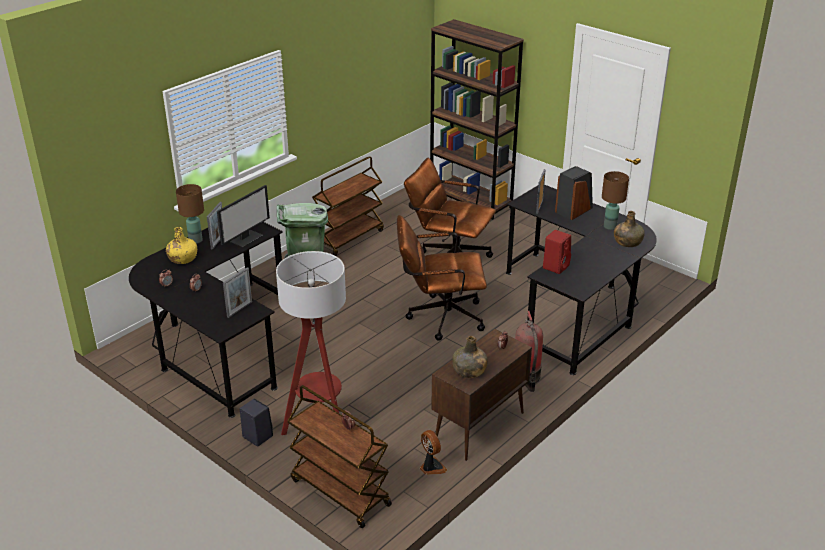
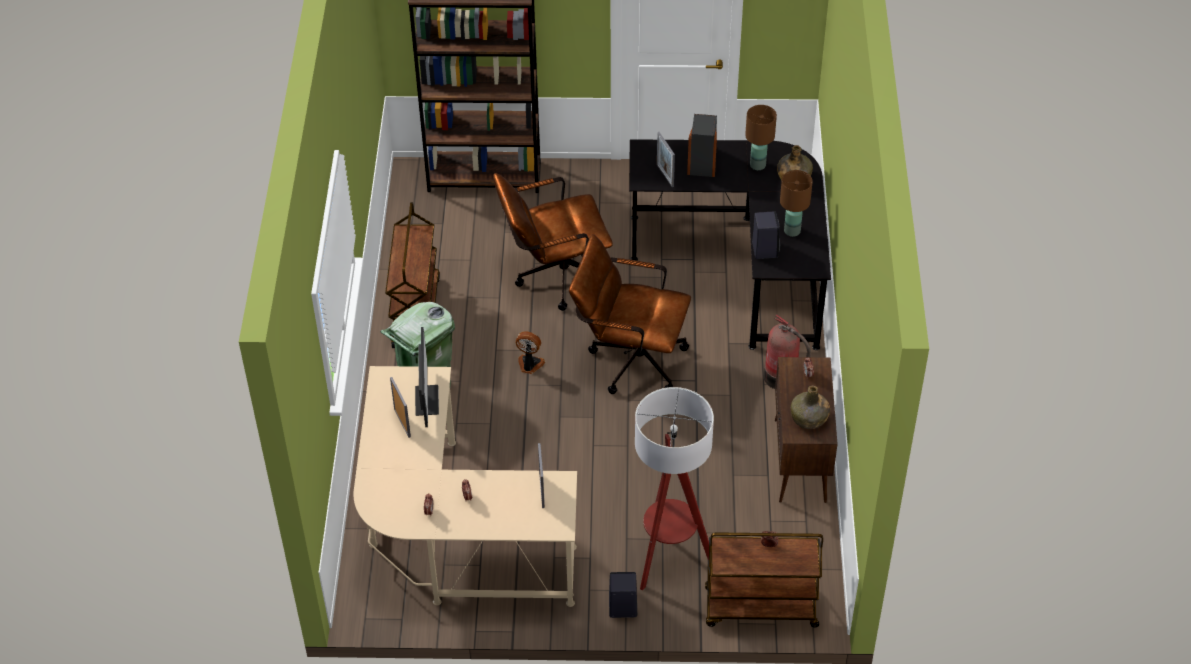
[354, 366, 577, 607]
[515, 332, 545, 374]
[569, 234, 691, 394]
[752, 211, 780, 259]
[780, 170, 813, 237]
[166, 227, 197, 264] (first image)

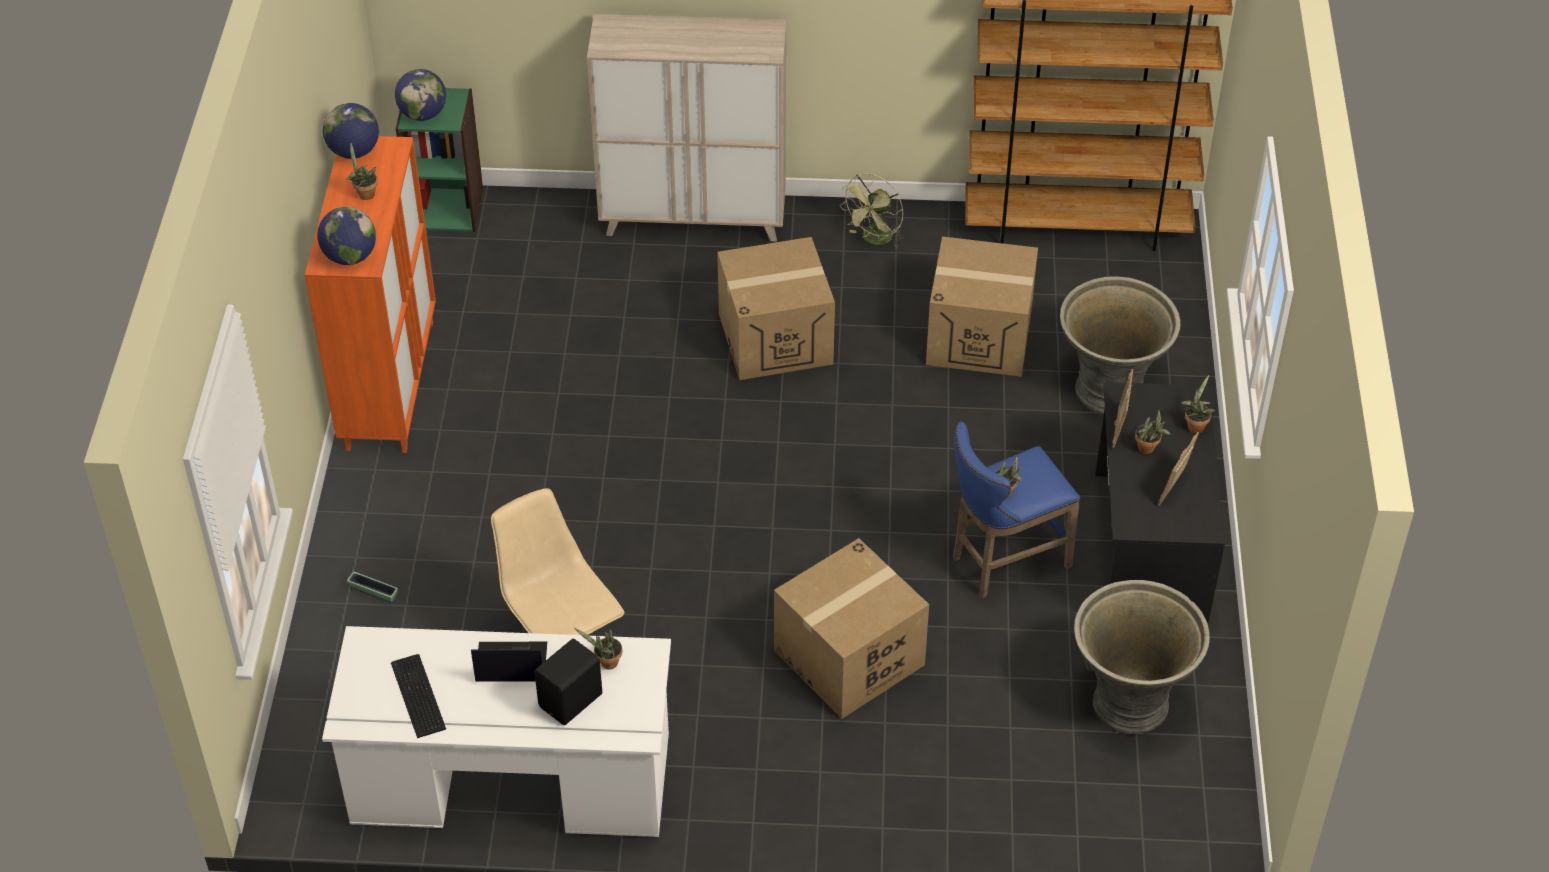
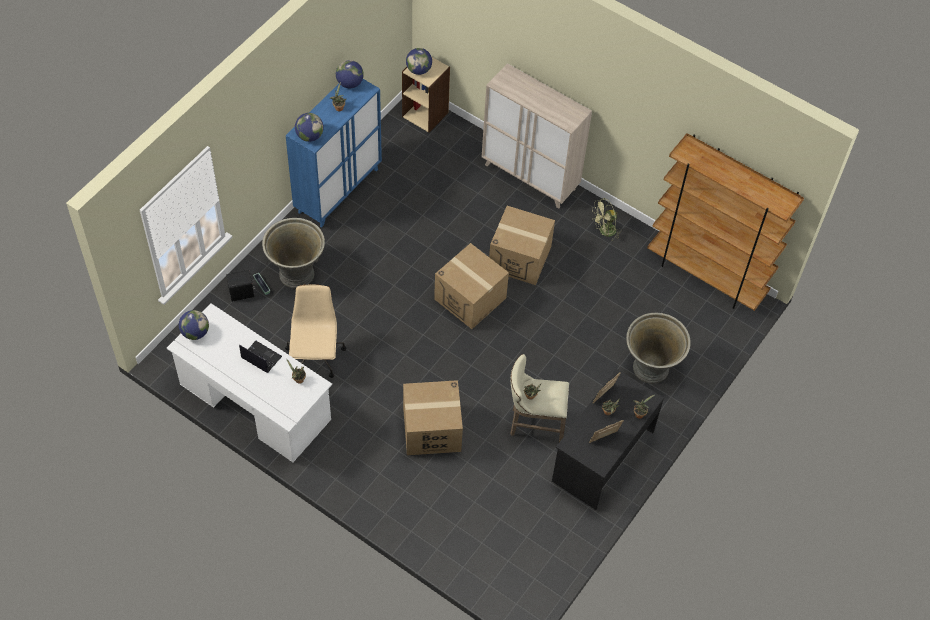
[179, 310, 209, 340]
[226, 270, 255, 302]
[262, 218, 325, 289]
[286, 79, 382, 228]
[402, 57, 450, 133]
[434, 243, 509, 329]
[510, 354, 569, 442]
[391, 654, 446, 738] (first image)

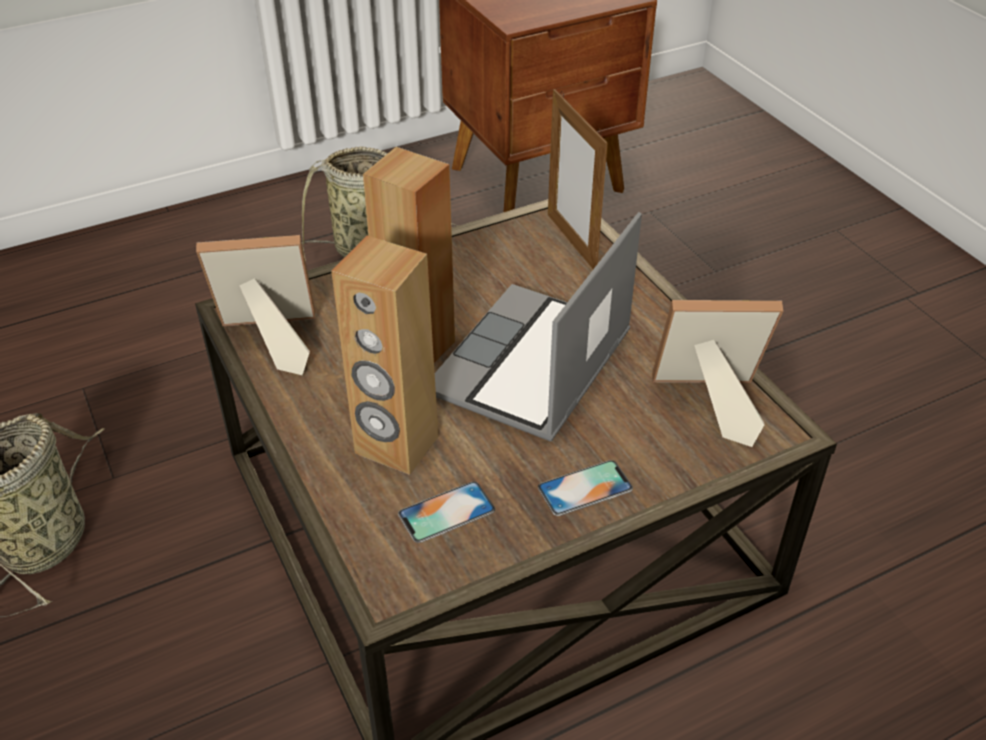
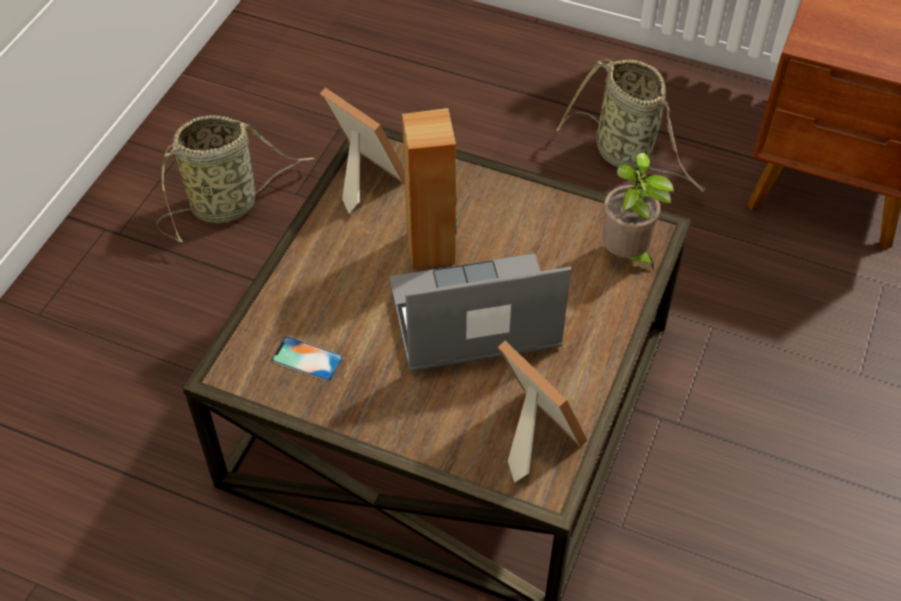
[603, 153, 674, 270]
[331, 235, 439, 475] (first image)
[538, 460, 633, 516] (first image)

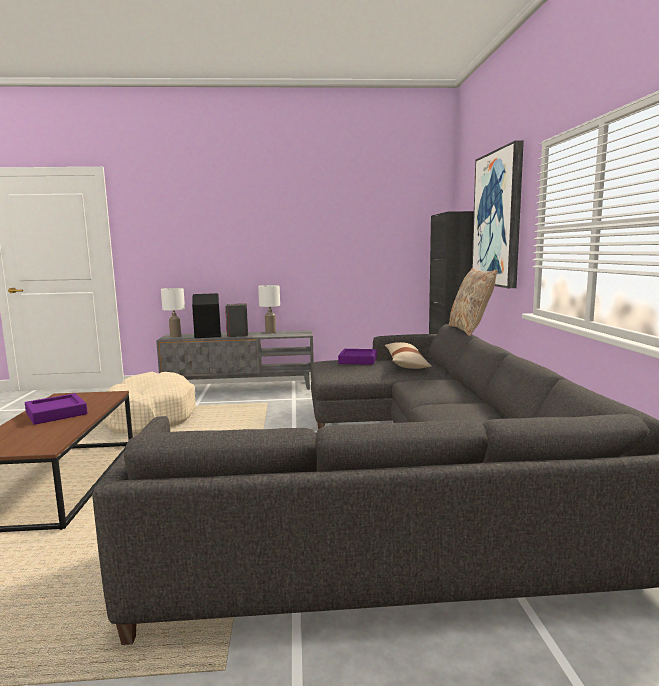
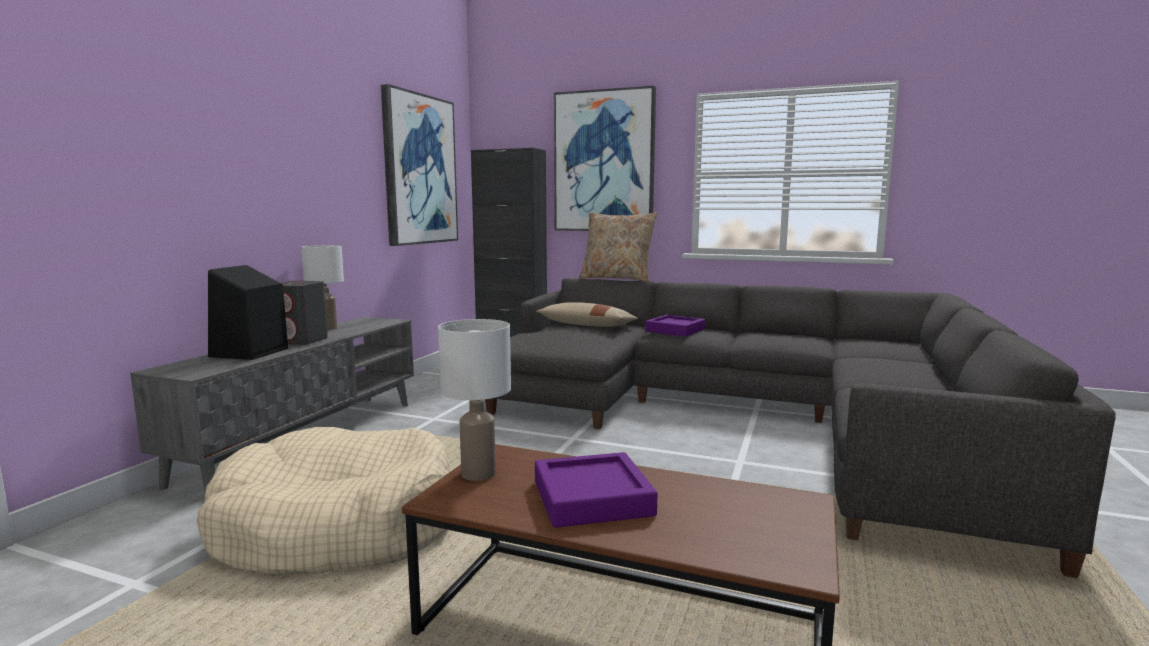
[381, 84, 458, 246]
[438, 319, 511, 481]
[645, 315, 705, 337]

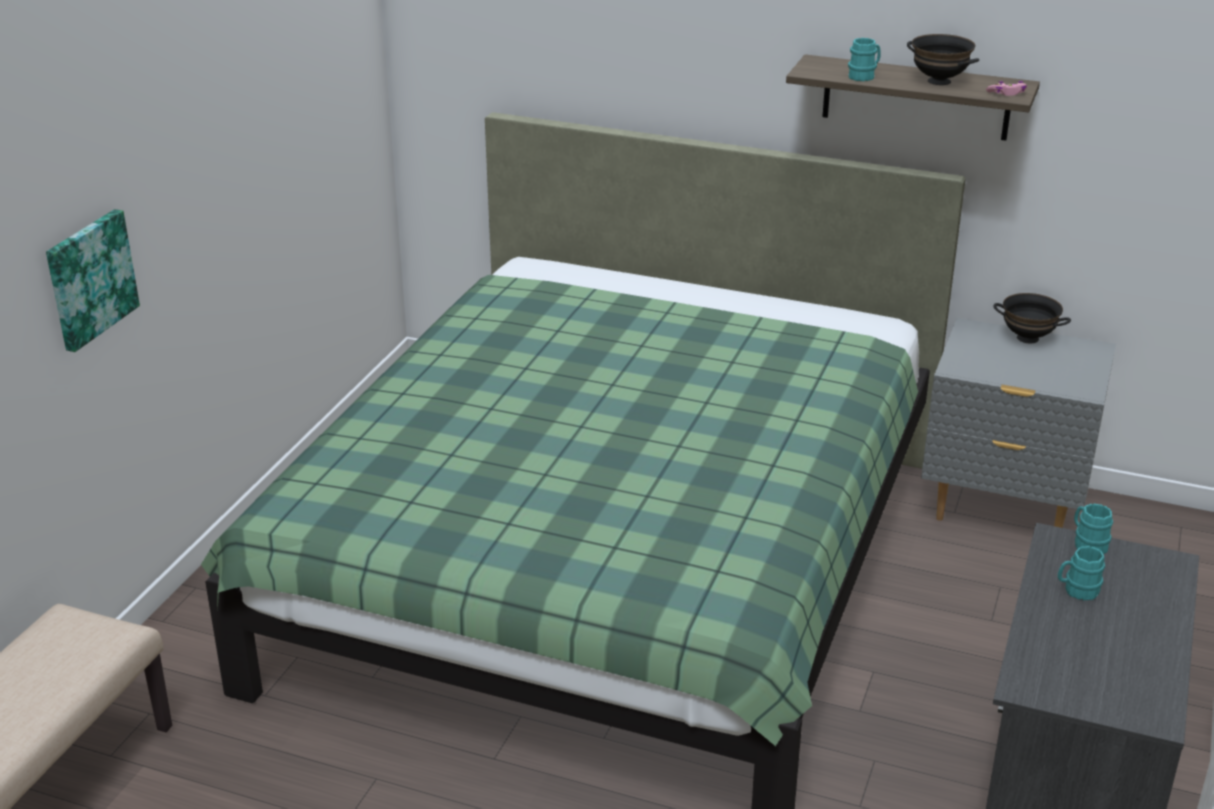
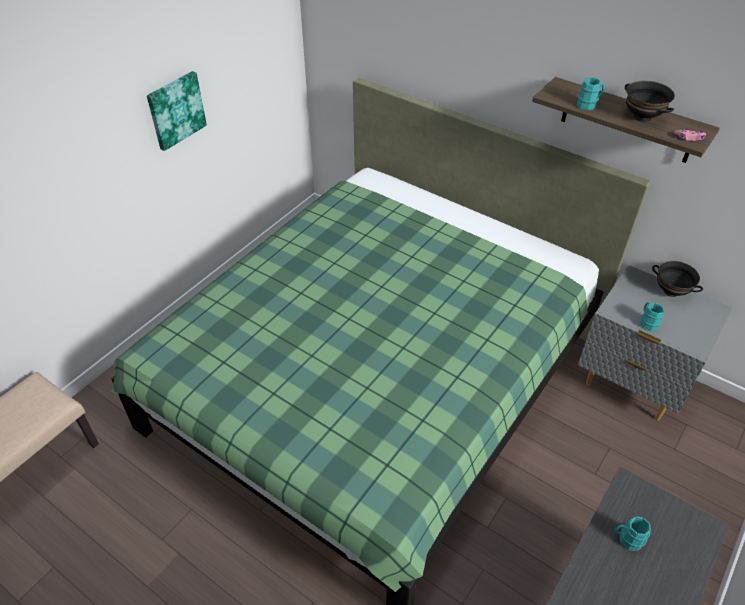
[147, 71, 207, 151]
[640, 302, 664, 331]

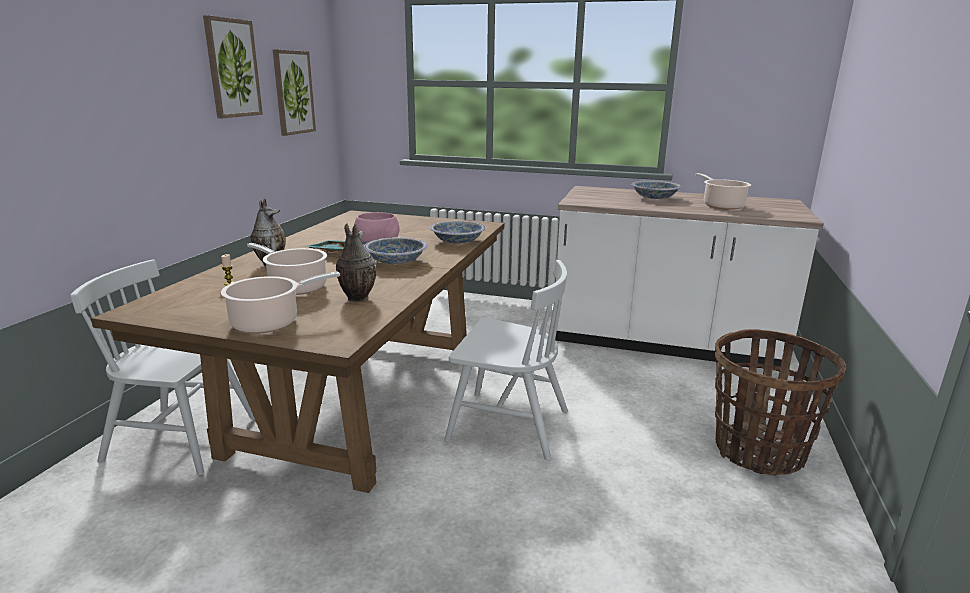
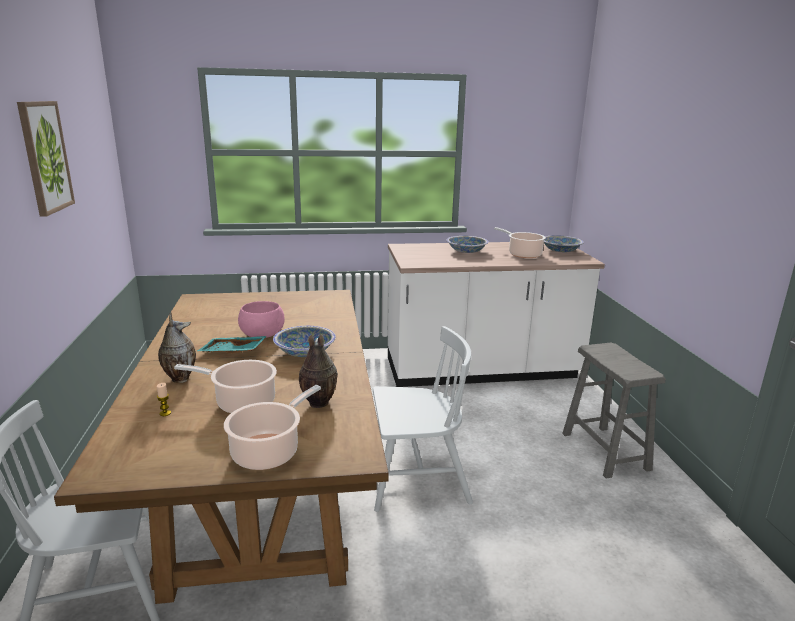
[544, 235, 584, 252]
[562, 343, 666, 478]
[273, 49, 316, 136] (first image)

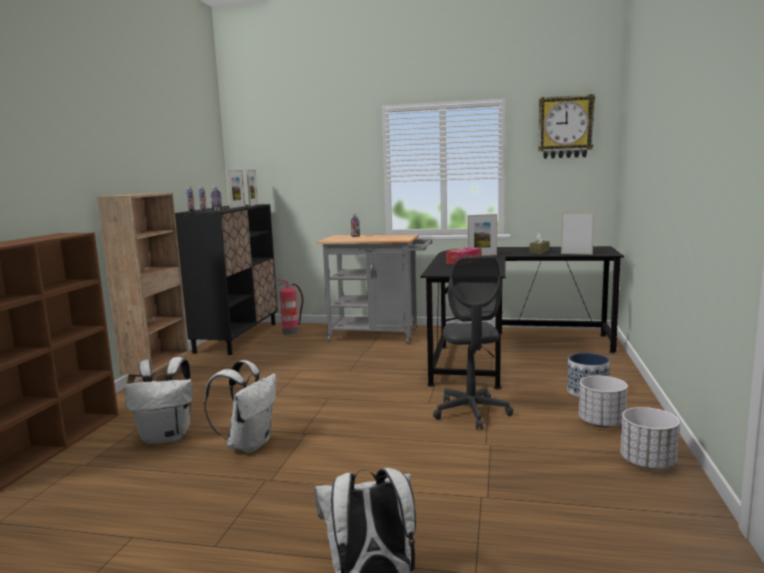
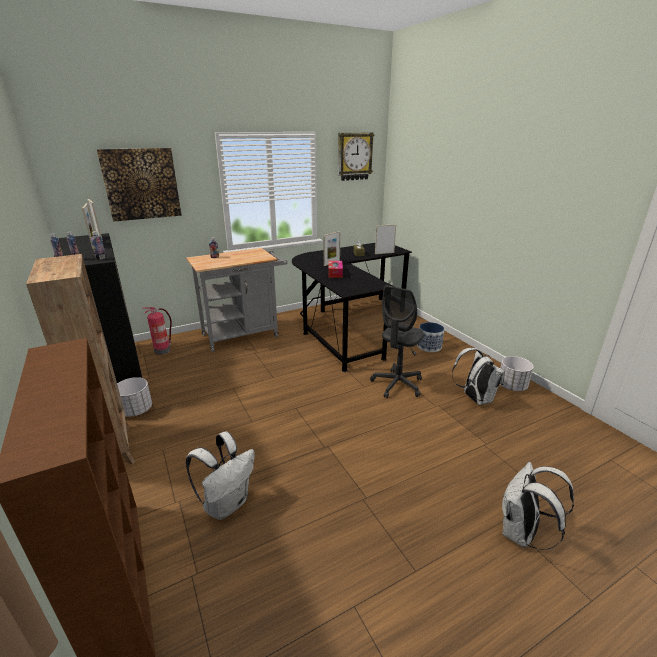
[97, 148, 182, 222]
[117, 377, 152, 417]
[370, 285, 424, 398]
[452, 348, 505, 405]

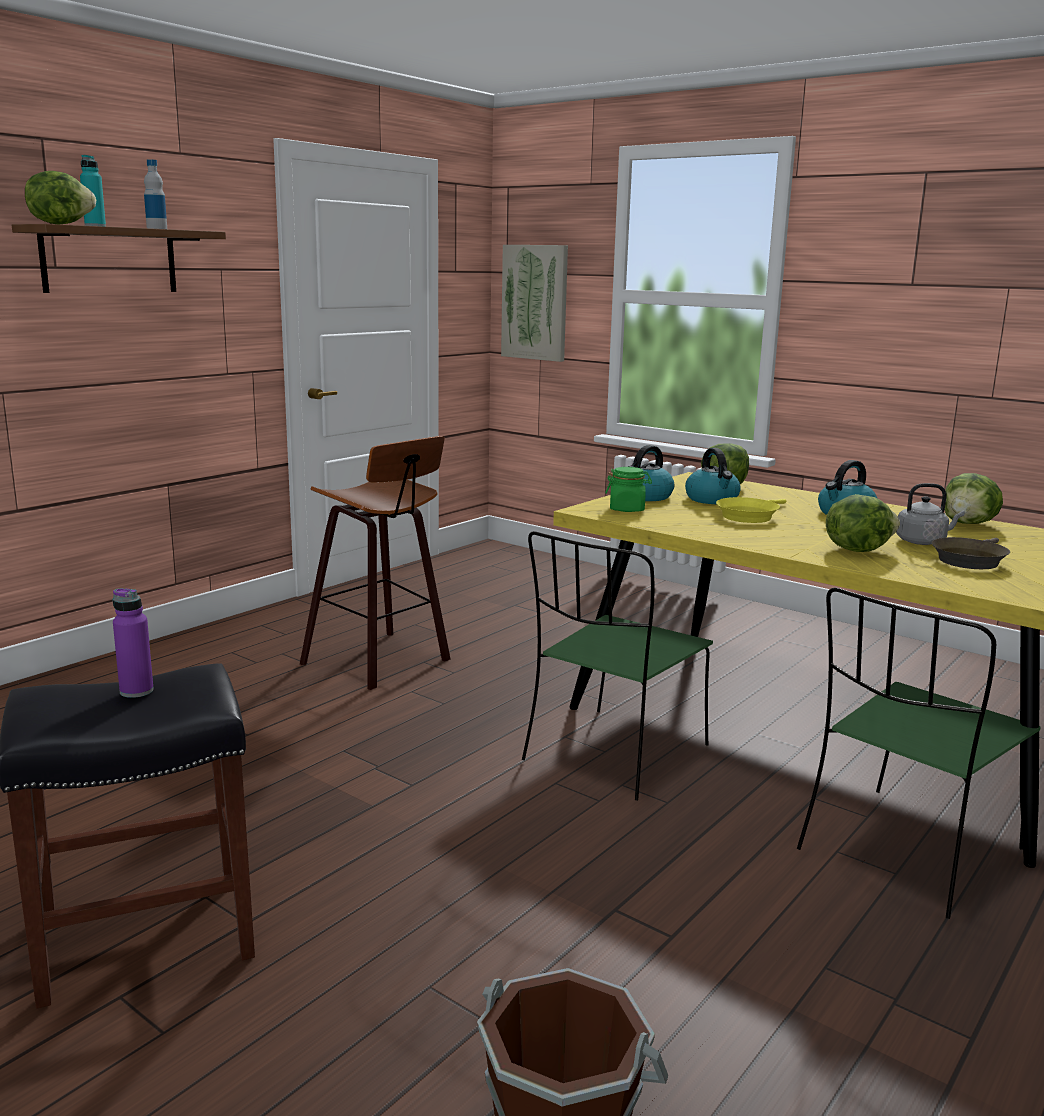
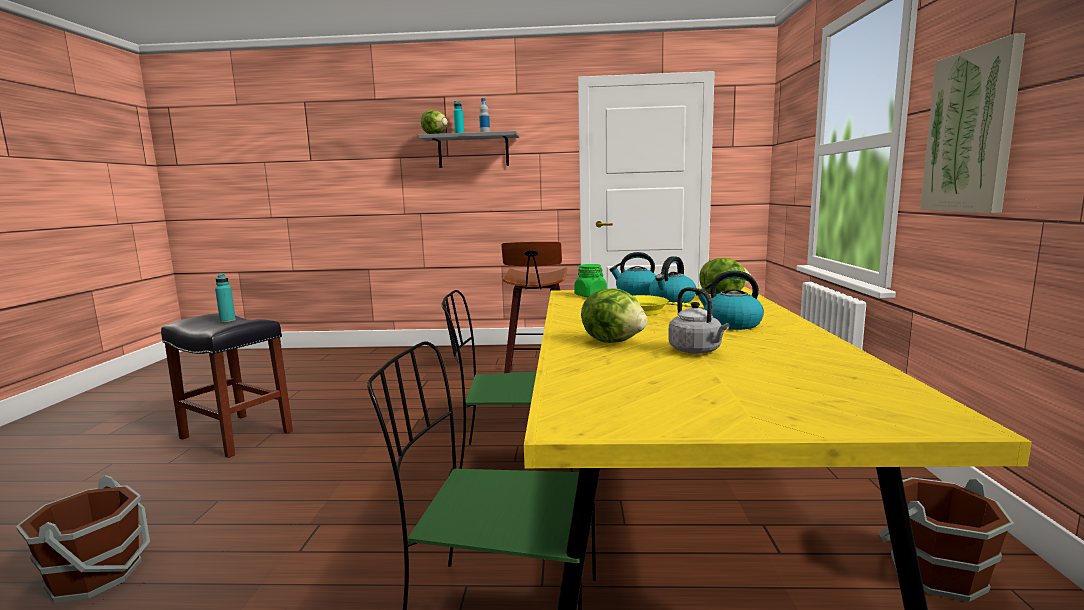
[215, 274, 236, 322]
[419, 131, 519, 168]
[878, 477, 1014, 602]
[920, 33, 1025, 213]
[932, 537, 1010, 569] (first image)
[944, 473, 1003, 524] (first image)

